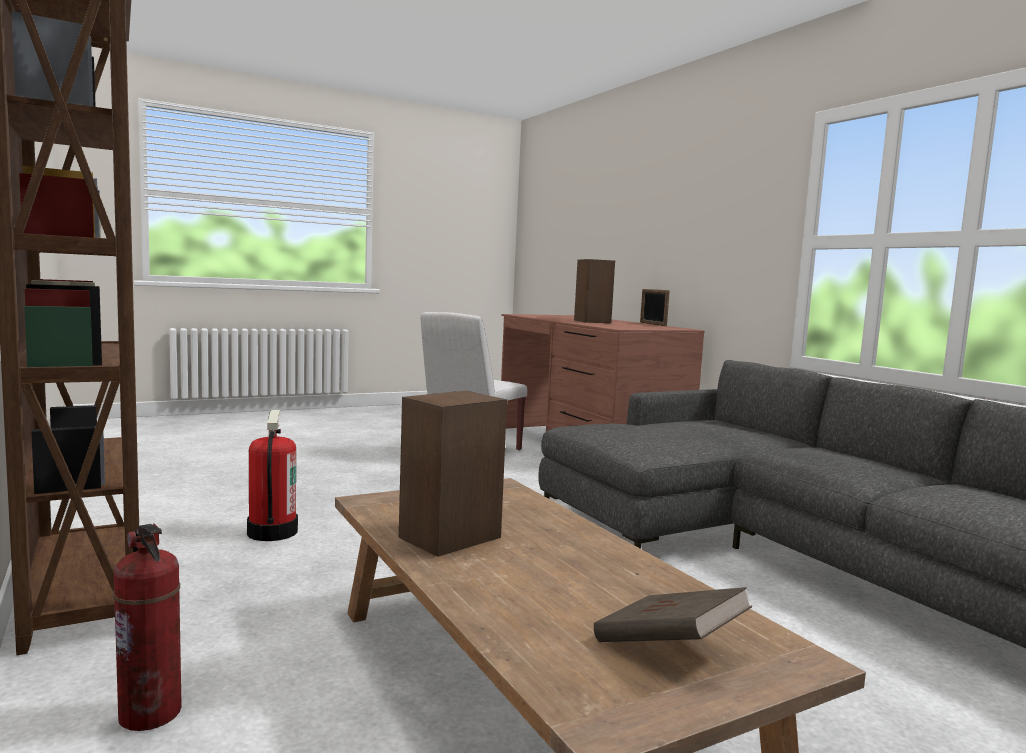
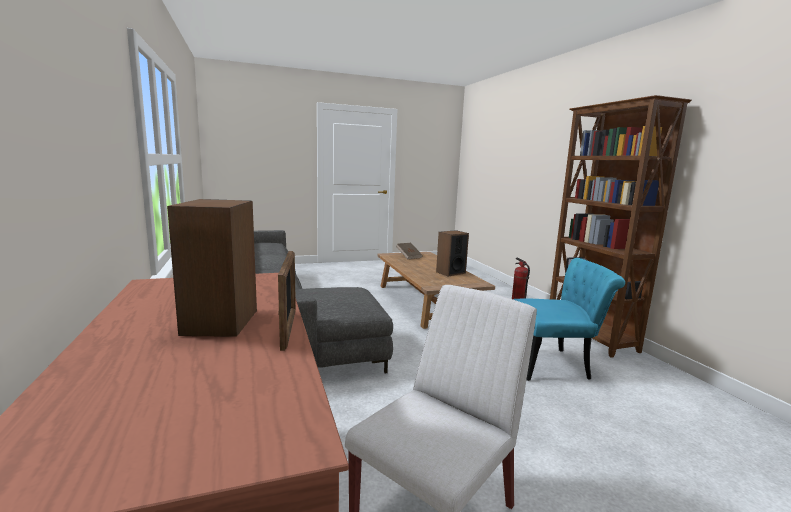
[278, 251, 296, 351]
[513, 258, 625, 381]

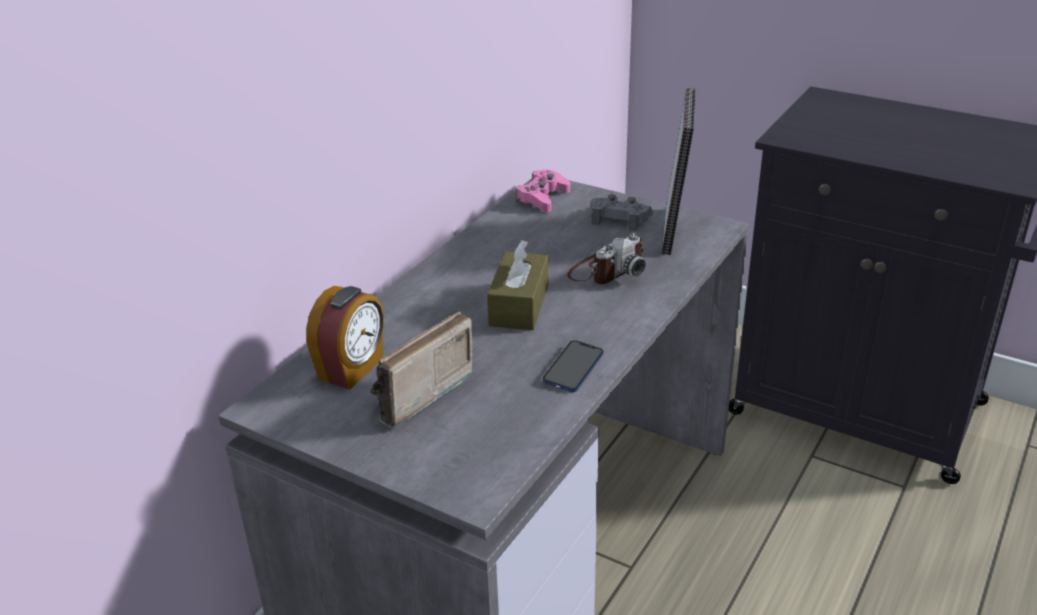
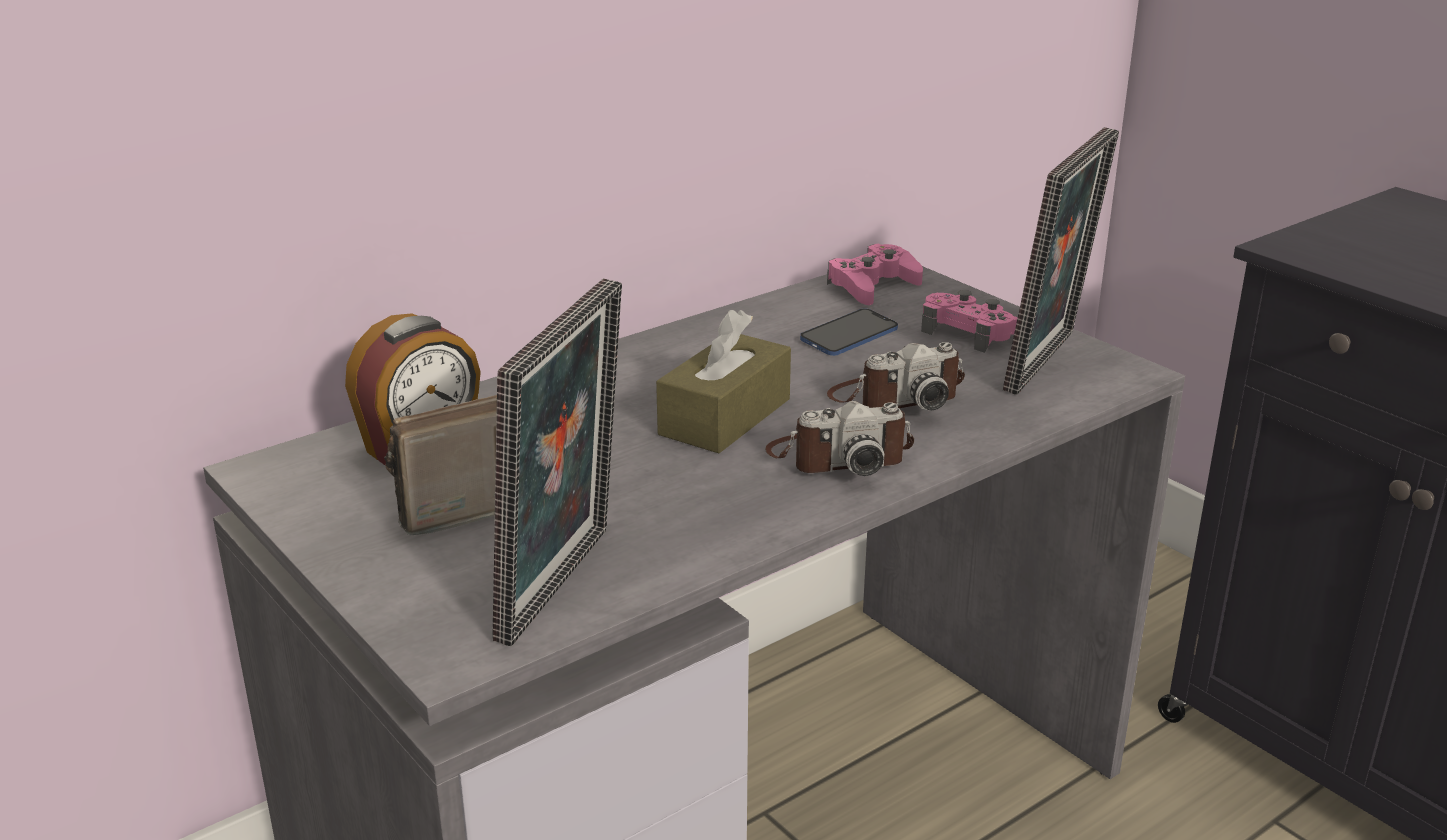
[493, 279, 622, 646]
[765, 401, 914, 476]
[800, 309, 898, 356]
[921, 290, 1017, 353]

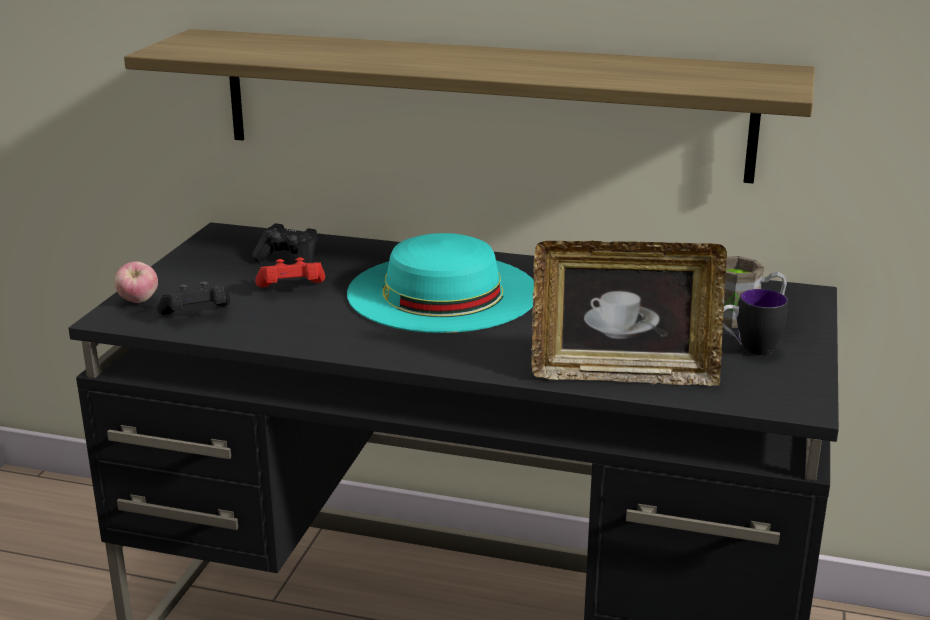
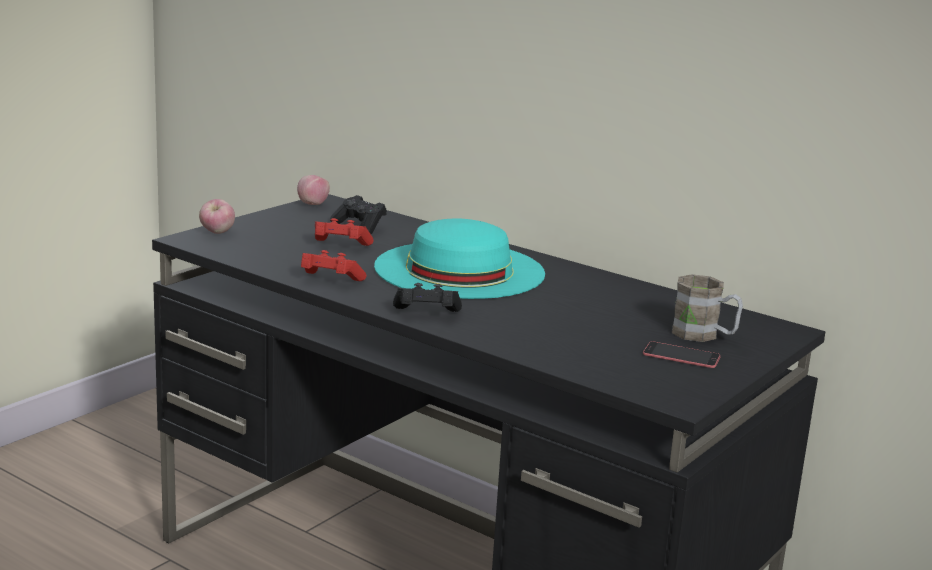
[297, 175, 330, 205]
[301, 250, 367, 281]
[393, 283, 462, 312]
[643, 341, 720, 368]
[124, 29, 815, 184] (first image)
[531, 241, 727, 386] (first image)

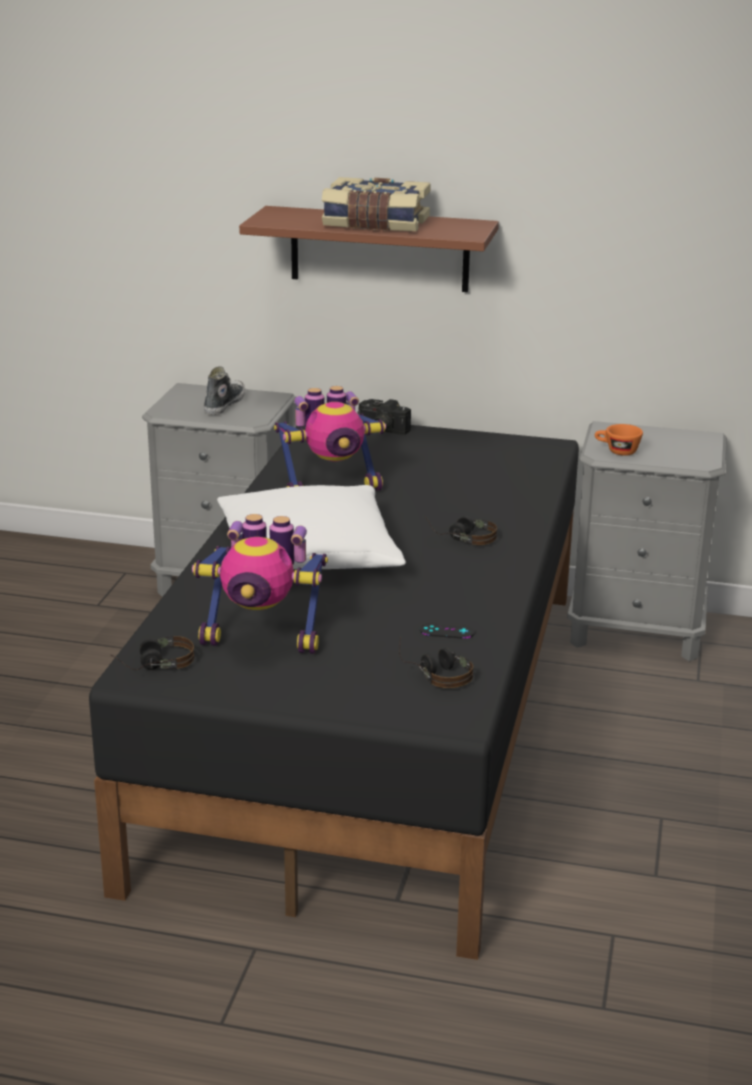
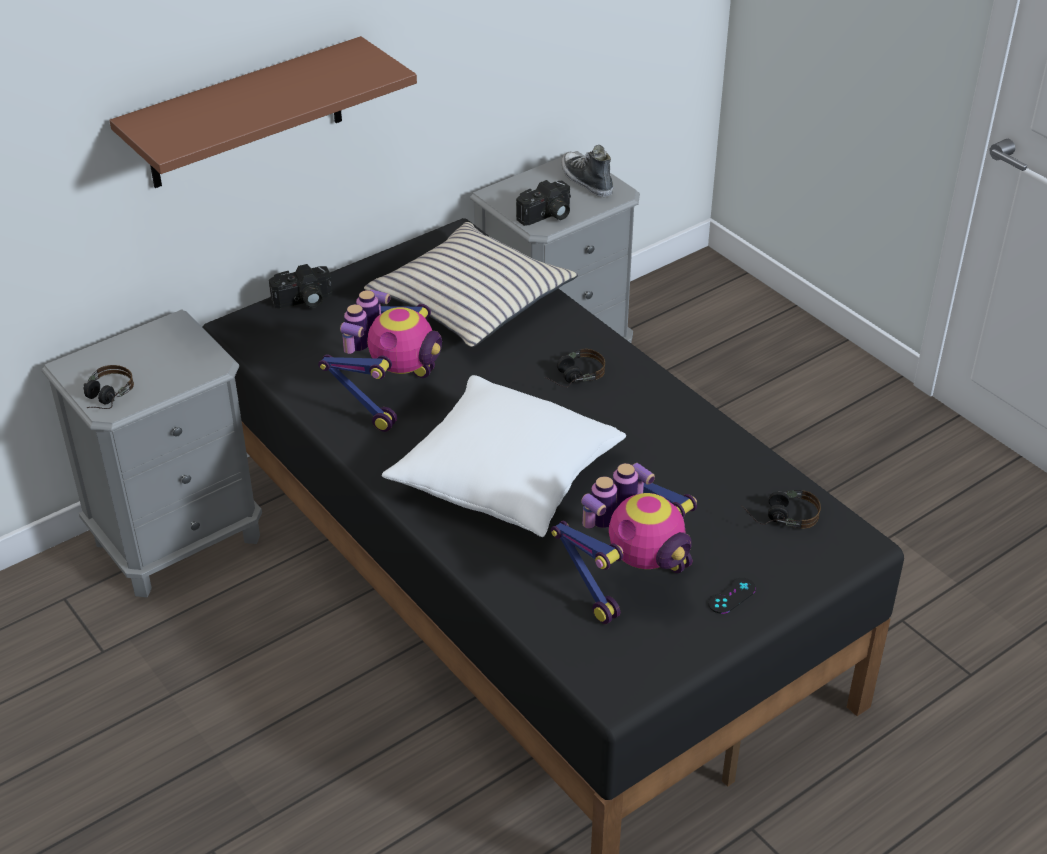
[83, 365, 134, 409]
[364, 222, 578, 347]
[516, 180, 571, 226]
[562, 145, 613, 197]
[708, 578, 756, 614]
[322, 177, 431, 231] (first image)

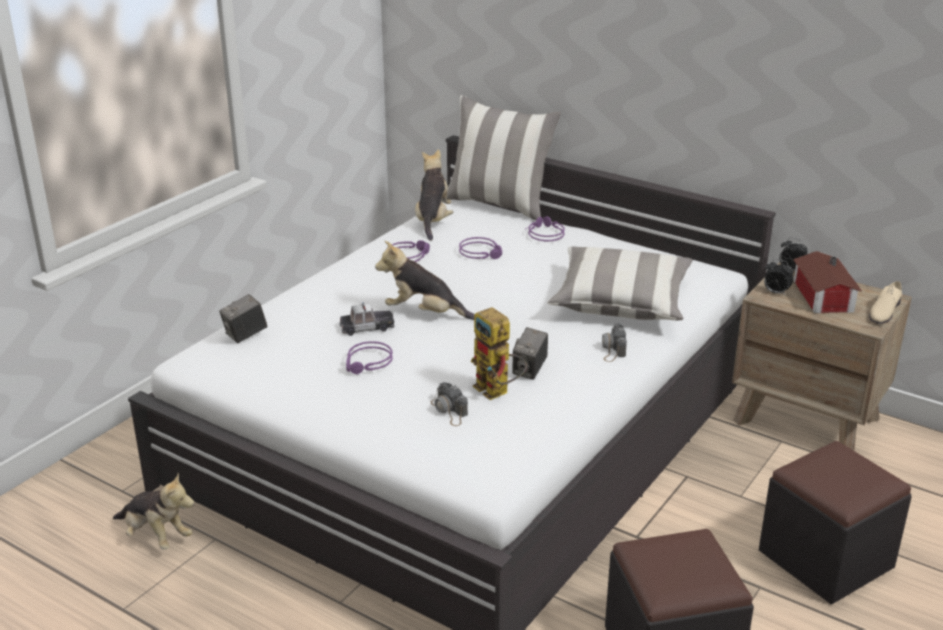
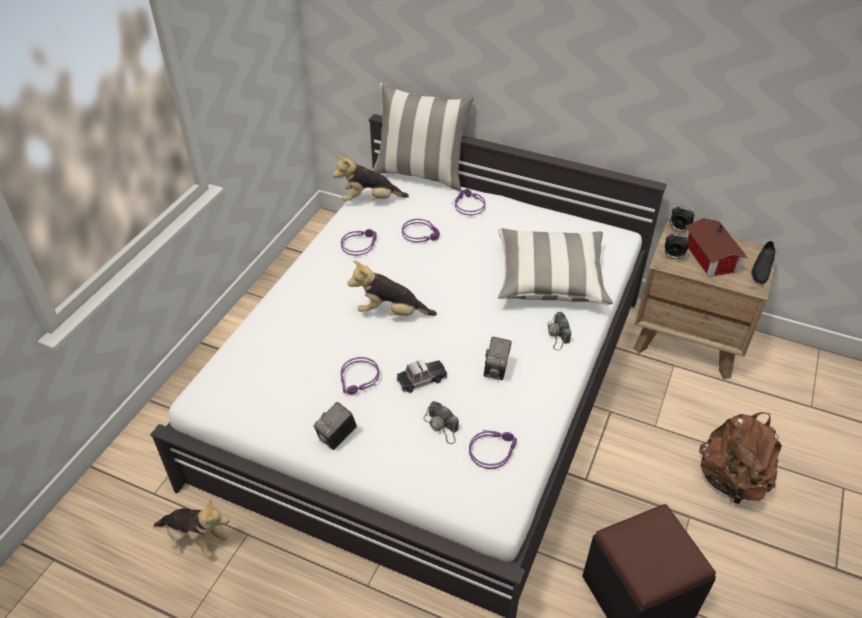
[314, 402, 357, 450]
[333, 155, 409, 201]
[396, 360, 447, 393]
[469, 430, 517, 469]
[699, 412, 782, 504]
[751, 241, 775, 284]
[471, 307, 527, 400] (first image)

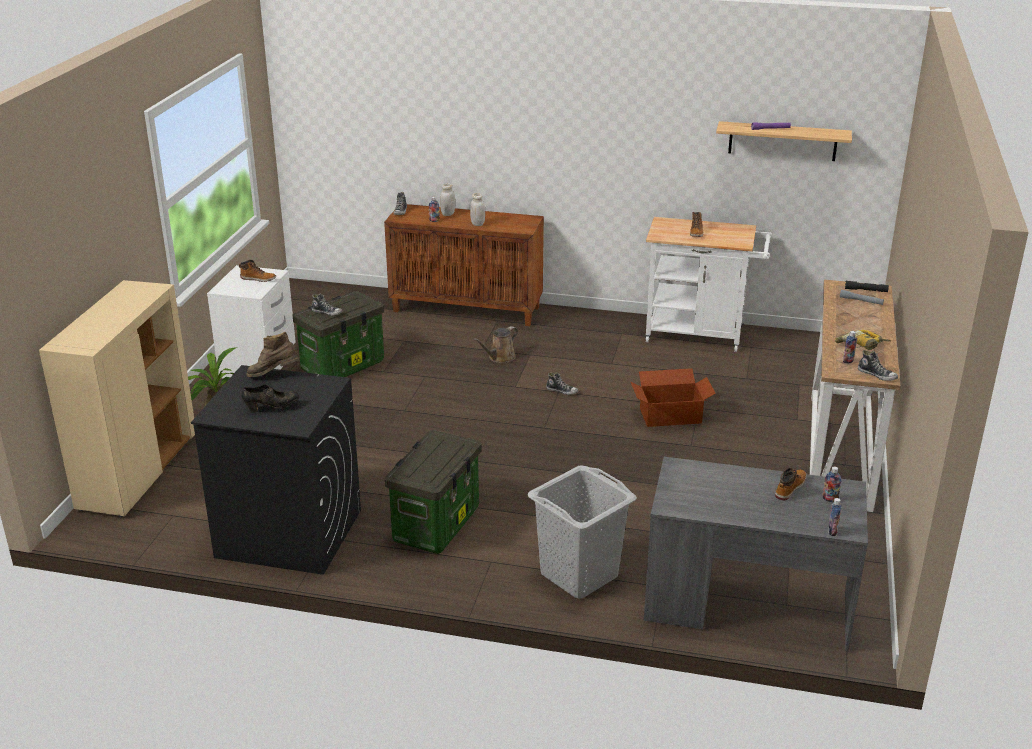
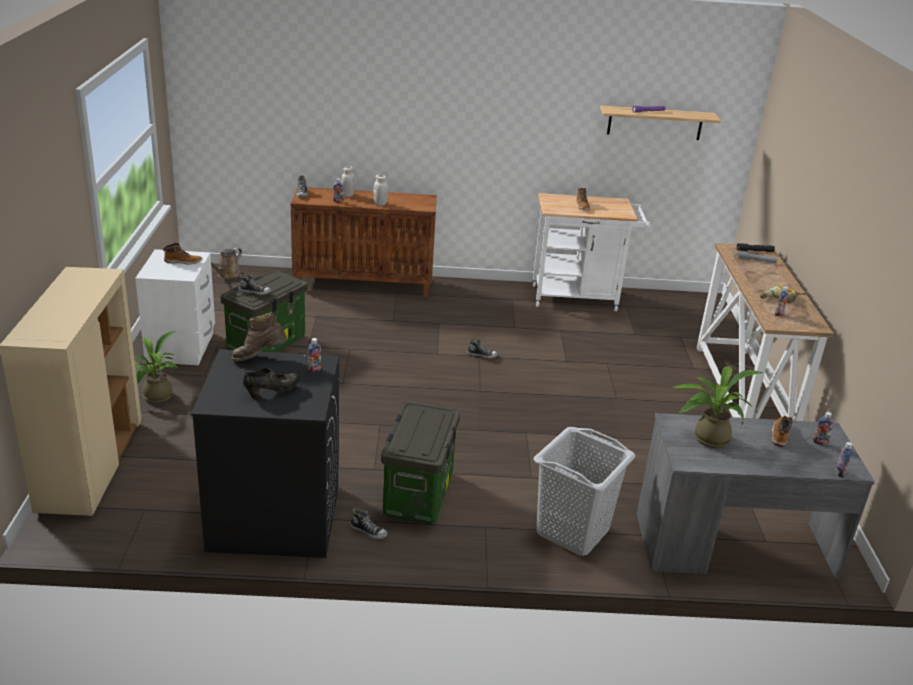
[211, 248, 242, 279]
[308, 338, 321, 373]
[350, 508, 388, 539]
[672, 366, 762, 448]
[631, 368, 716, 427] (first image)

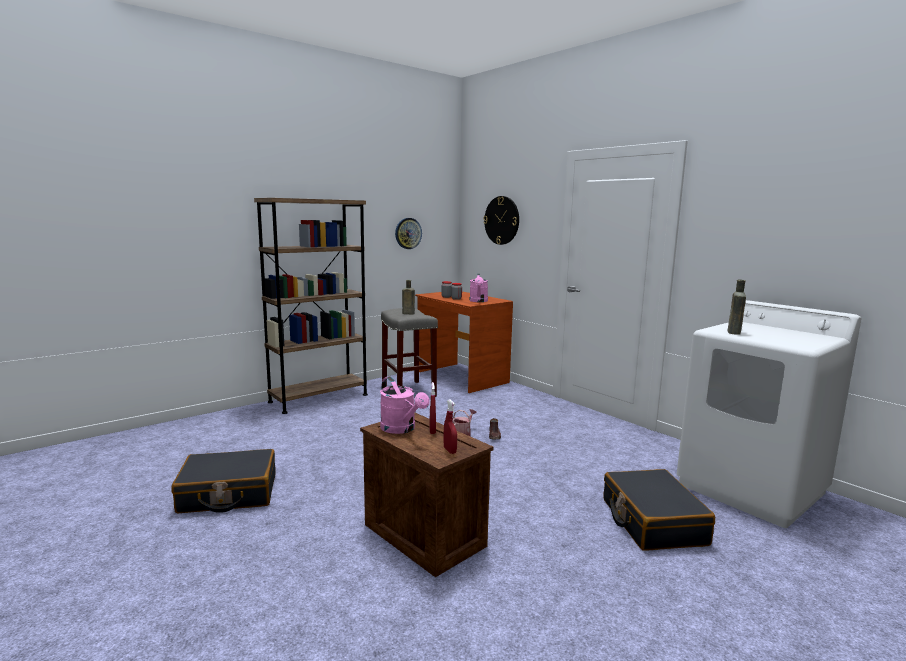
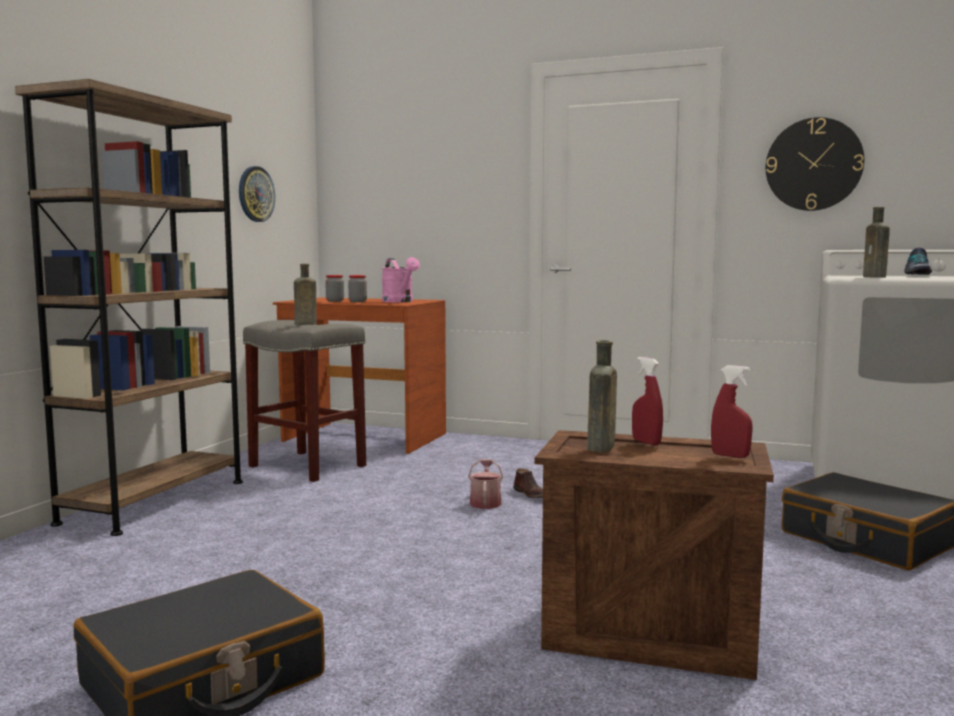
[587, 340, 617, 452]
[766, 117, 864, 211]
[904, 248, 932, 275]

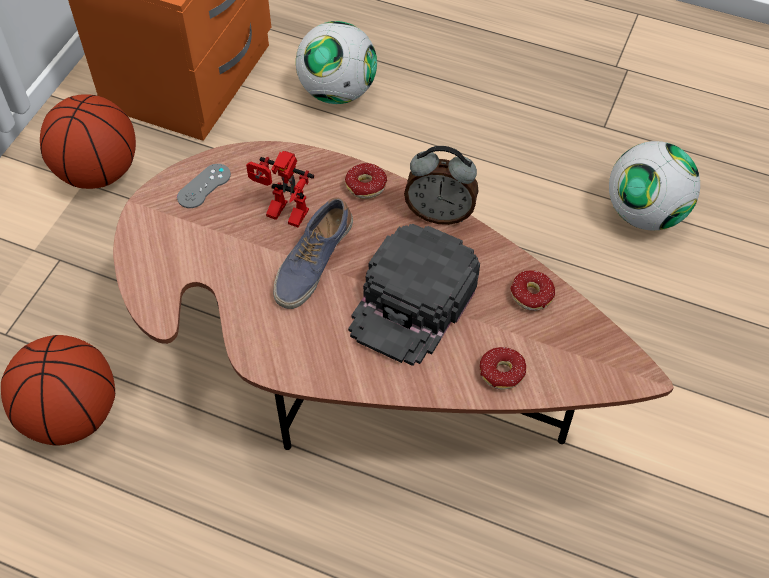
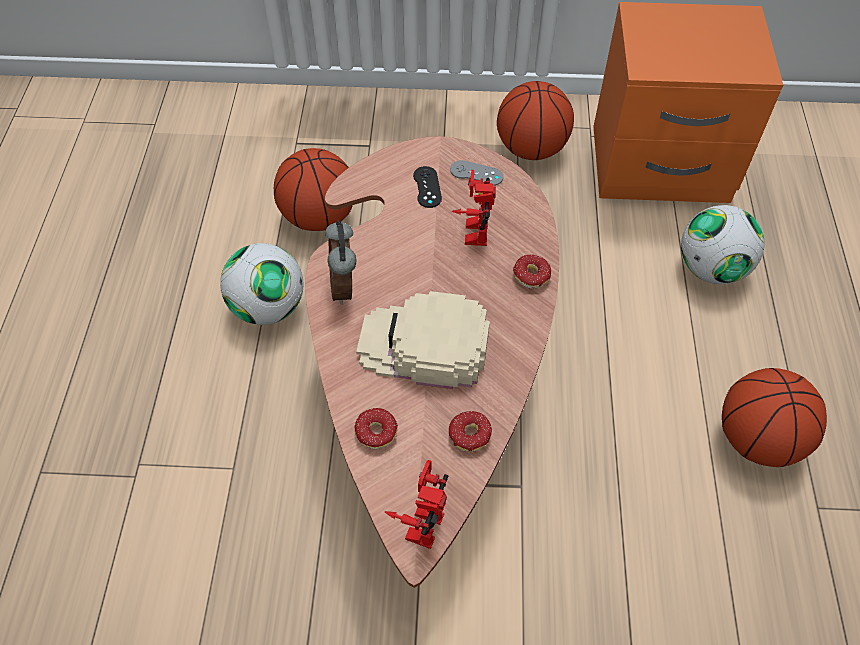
[220, 243, 303, 325]
[325, 220, 357, 304]
[356, 291, 490, 389]
[385, 460, 449, 549]
[413, 166, 442, 208]
[722, 368, 827, 467]
[273, 197, 353, 309] (first image)

